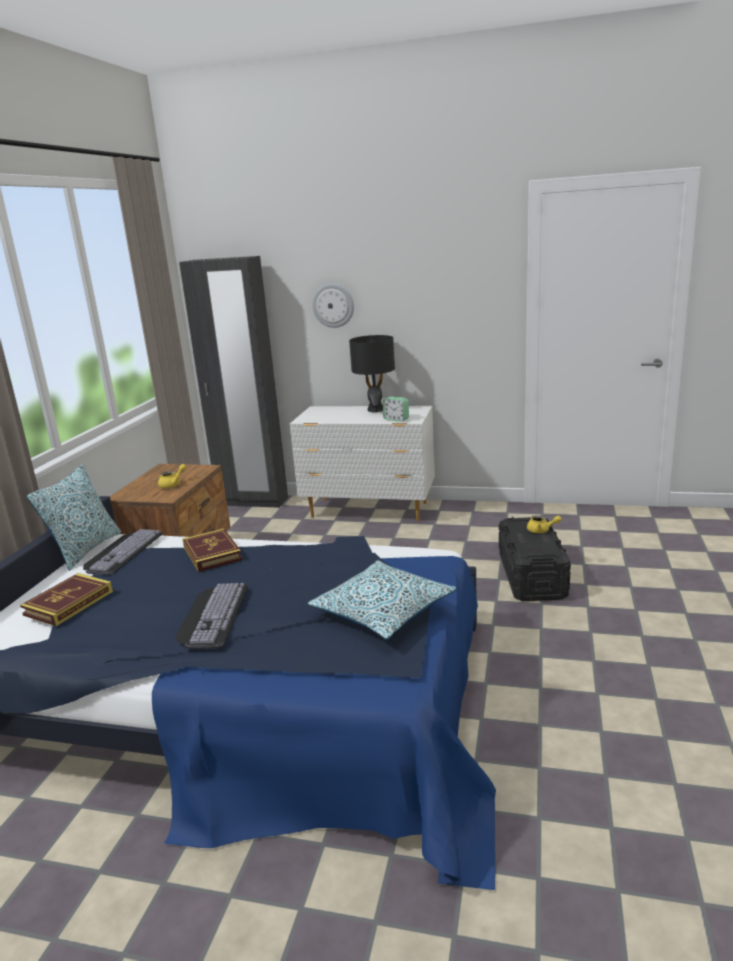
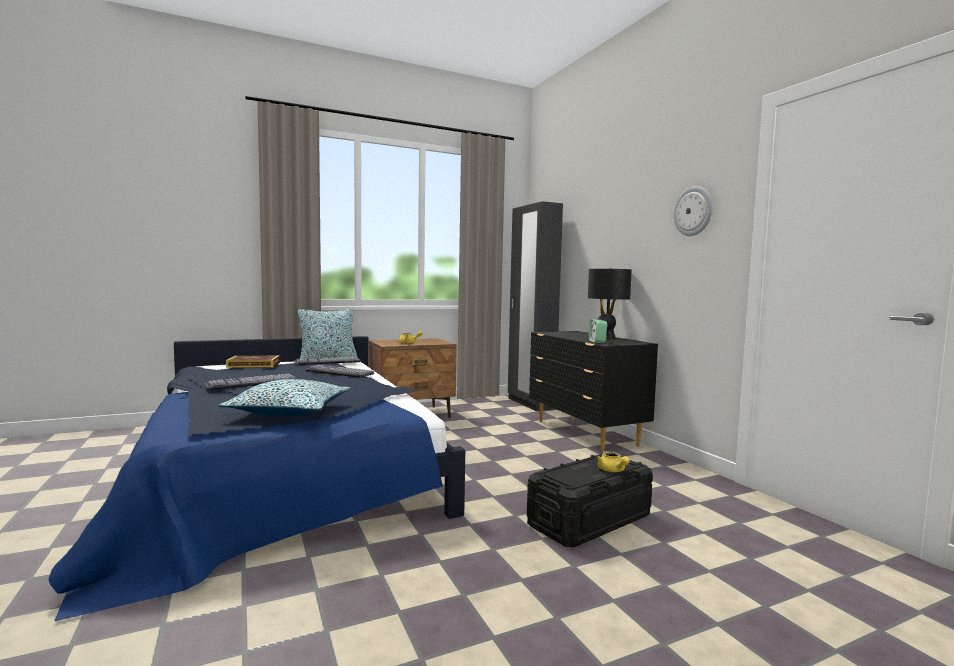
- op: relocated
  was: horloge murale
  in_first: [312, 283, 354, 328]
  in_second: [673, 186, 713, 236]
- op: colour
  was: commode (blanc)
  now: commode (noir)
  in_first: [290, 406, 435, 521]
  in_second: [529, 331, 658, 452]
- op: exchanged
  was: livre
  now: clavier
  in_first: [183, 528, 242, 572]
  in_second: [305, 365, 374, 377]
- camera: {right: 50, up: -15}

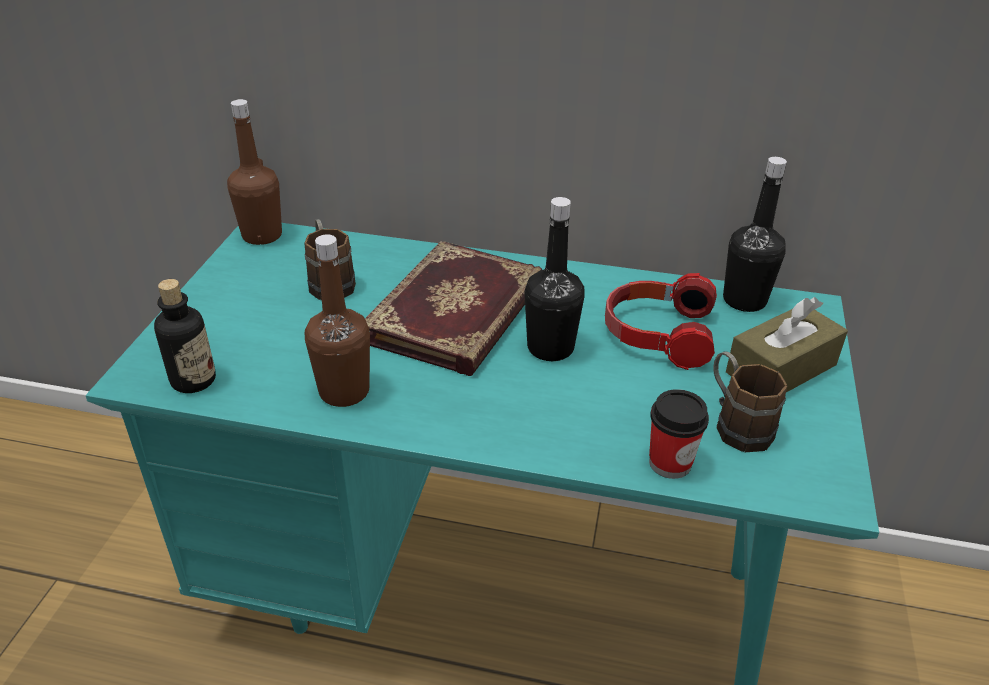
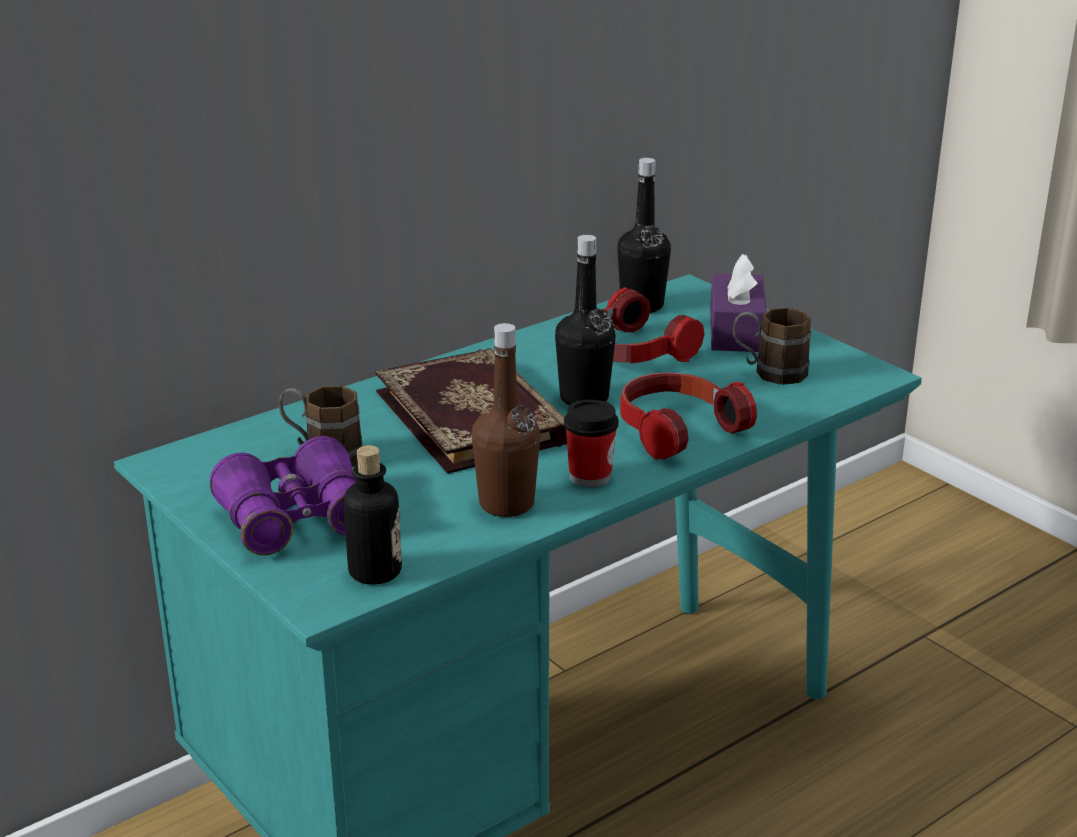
- op: missing
  was: bouteille (marron)
  in_first: [227, 99, 282, 245]
- op: colour
  was: boîte à mouchoirs (marron)
  now: boîte à mouchoirs (violet)
  in_first: [726, 297, 848, 392]
  in_second: [710, 254, 767, 352]
- op: relocated
  was: tasse
  in_first: [649, 389, 709, 479]
  in_second: [564, 400, 618, 488]
- op: appeared
  now: casque audio
  in_second: [620, 373, 757, 460]
- op: appeared
  now: jumelles (violet)
  in_second: [210, 436, 356, 555]
- camera: {right: -50, up: -10}

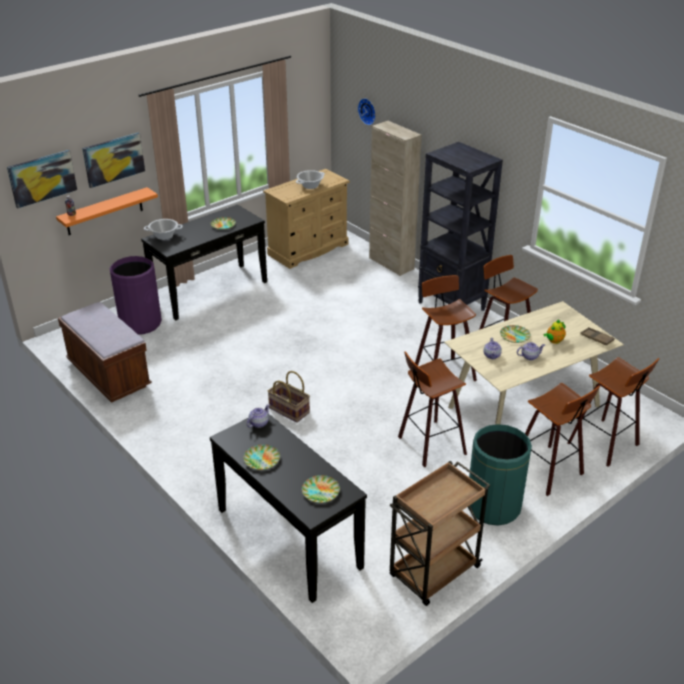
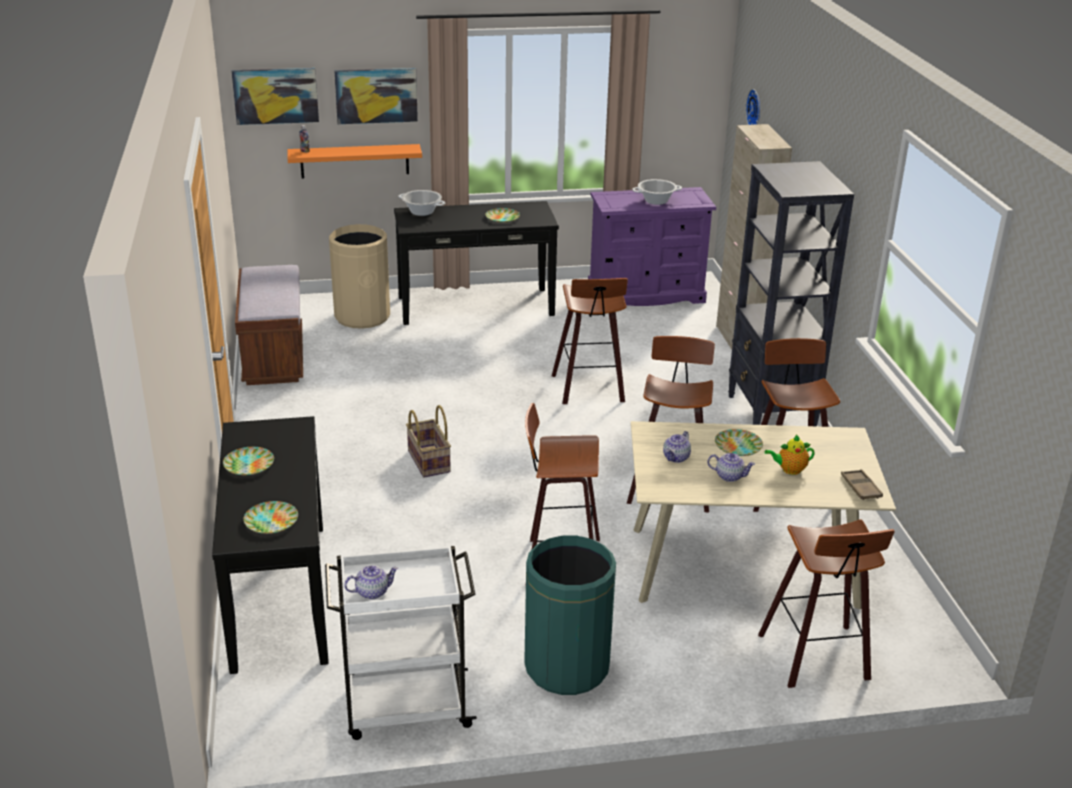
- op: colour
  was: commode (beige)
  now: commode (violet)
  in_first: [263, 169, 350, 269]
  in_second: [588, 187, 716, 306]
- op: colour
  was: poubelle (violet)
  now: poubelle (beige)
  in_first: [110, 256, 162, 335]
  in_second: [329, 224, 390, 329]
- op: relocated
  was: tabouret
  in_first: [525, 383, 600, 496]
  in_second: [552, 278, 628, 404]
- op: relocated
  was: théière
  in_first: [247, 404, 270, 428]
  in_second: [344, 565, 399, 600]
- op: colour
  was: chariot (marron)
  now: chariot (blanc)
  in_first: [389, 461, 491, 606]
  in_second: [325, 546, 477, 740]
- camera: {right: 30, up: -5}

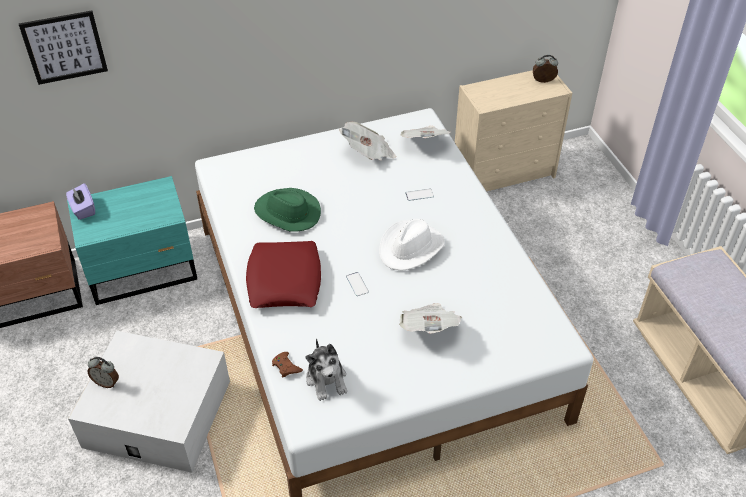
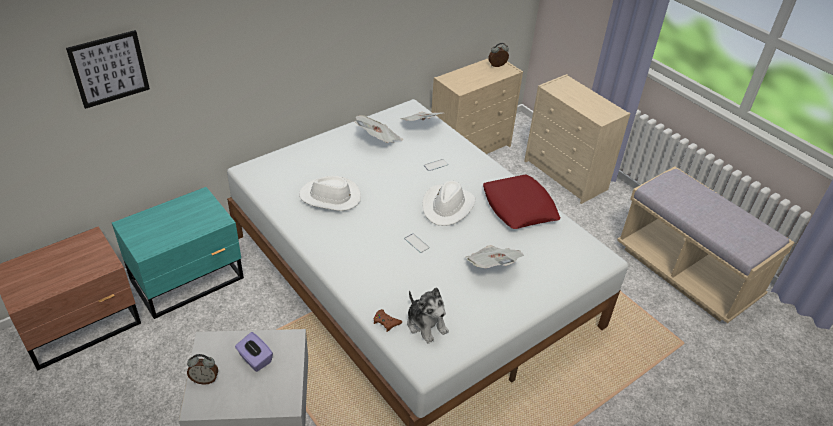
- op: relocated
  was: boîte à mouchoirs (violet)
  in_first: [66, 183, 95, 220]
  in_second: [235, 332, 273, 372]
- op: colour
  was: chapeau (vert)
  now: chapeau (blanc)
  in_first: [254, 188, 321, 232]
  in_second: [299, 176, 361, 211]
- op: relocated
  was: coussin (rouge)
  in_first: [246, 241, 321, 308]
  in_second: [483, 175, 560, 229]
- op: appeared
  now: commode (beige)
  in_second: [524, 74, 630, 204]
- camera: {right: -20, up: -5}

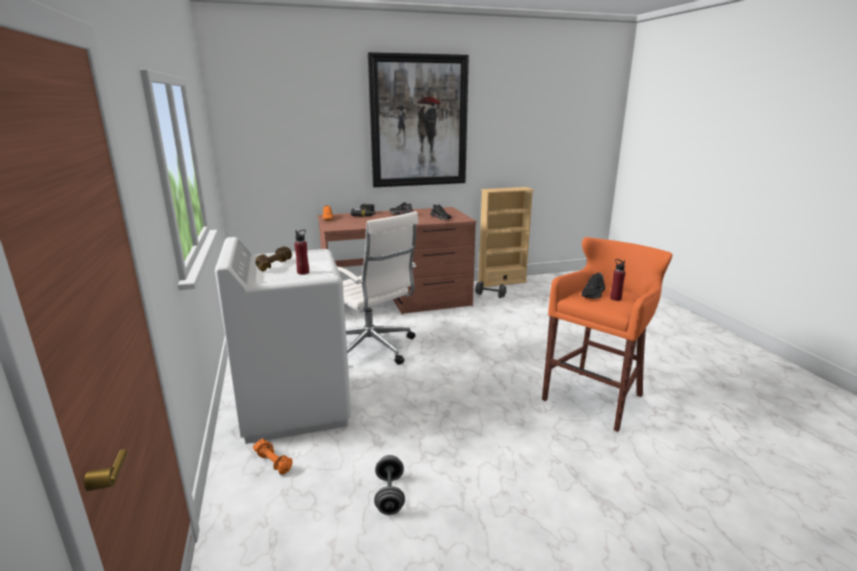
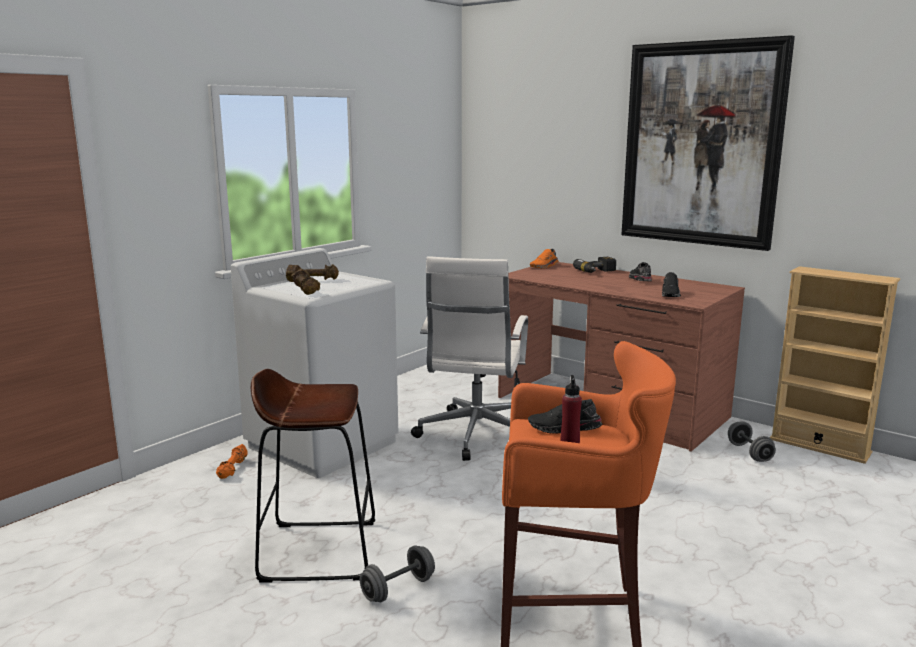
- op: exchanged
  was: bouteille (rouge)
  now: haltère (marron)
  in_first: [294, 230, 309, 275]
  in_second: [291, 269, 320, 295]
- op: relocated
  was: haltère (gris)
  in_first: [374, 455, 405, 515]
  in_second: [360, 545, 435, 602]
- op: appeared
  now: tabouret (marron)
  in_second: [251, 369, 375, 583]
- camera: {right: 55, up: -5}

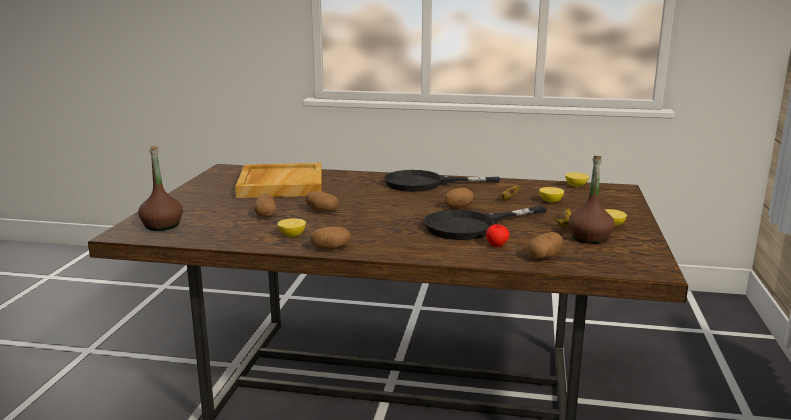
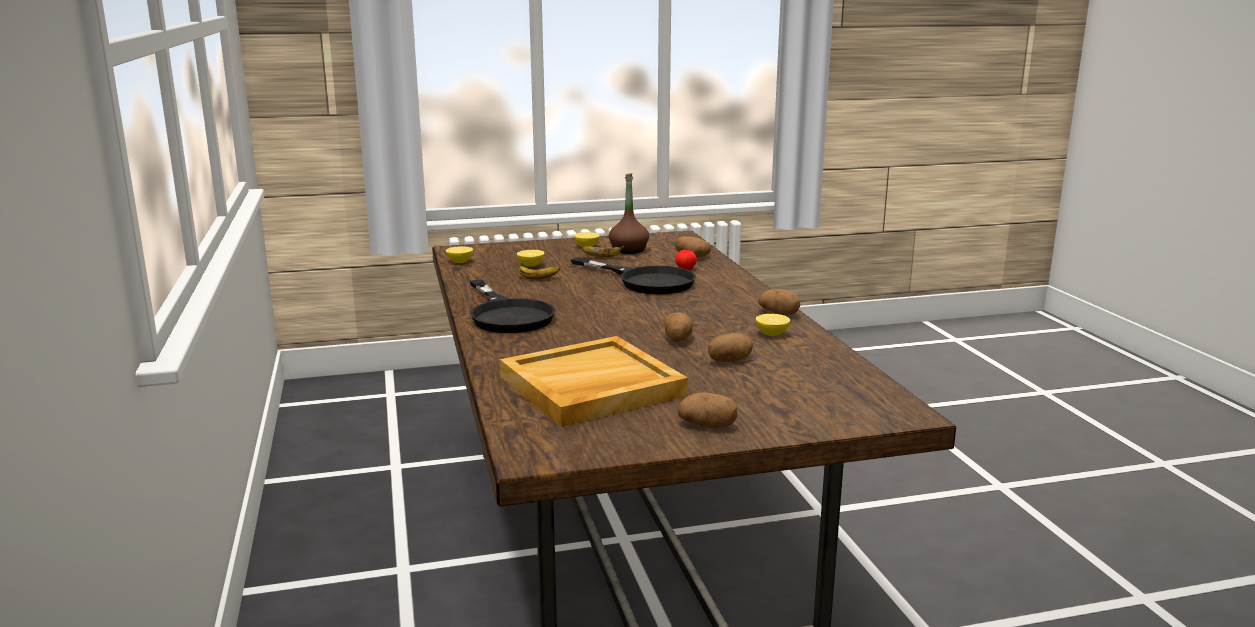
- op: missing
  was: bouteille (marron)
  in_first: [138, 146, 183, 231]
- op: relocated
  was: pomme de terre
  in_first: [445, 188, 474, 208]
  in_second: [677, 392, 737, 428]
- camera: {right: -115, up: 0}

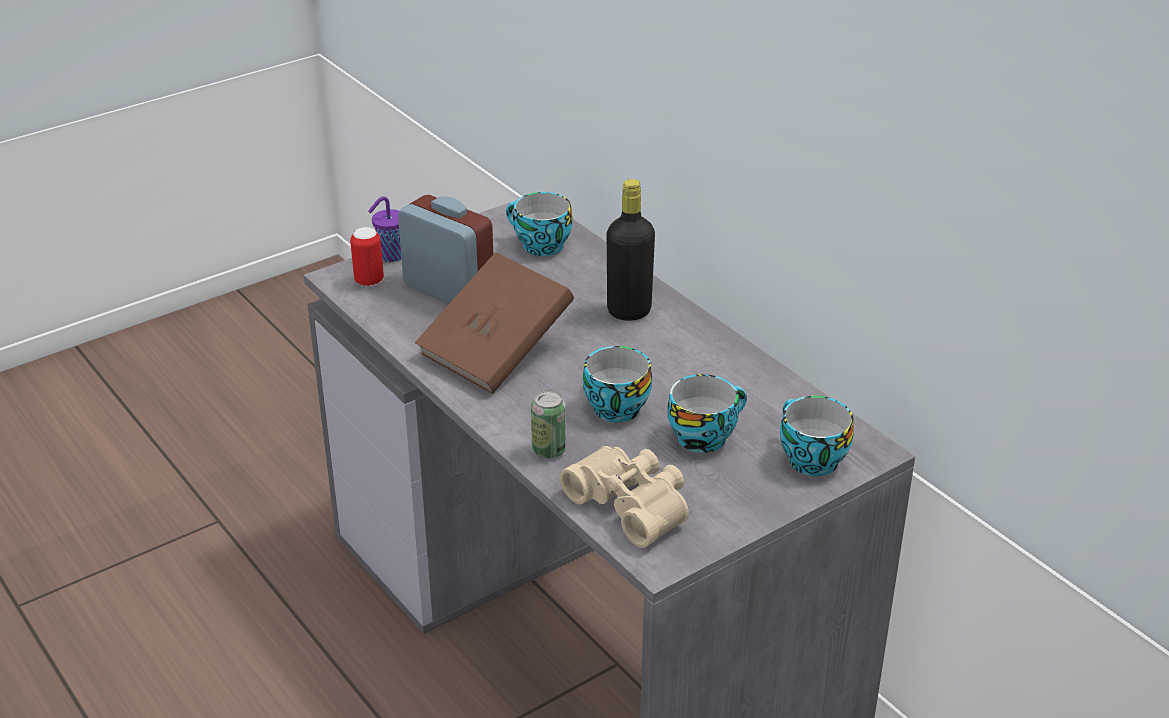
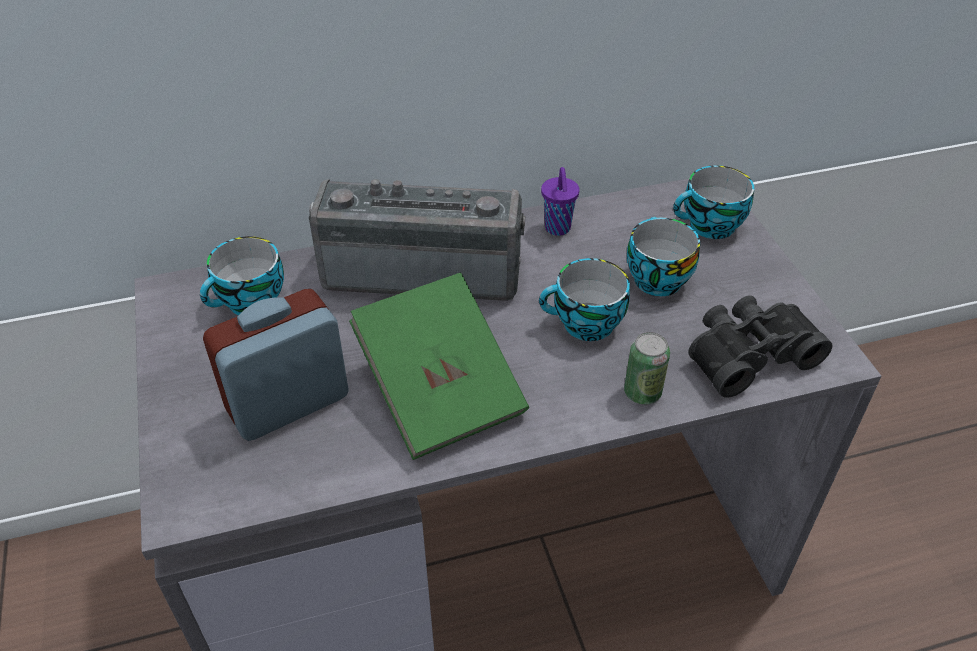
- op: exchanged
  was: bouteille (noir)
  now: radio
  in_first: [607, 179, 655, 321]
  in_second: [309, 179, 525, 301]
- op: relocated
  was: tasse (violet)
  in_first: [368, 196, 401, 262]
  in_second: [541, 167, 580, 236]
- op: missing
  was: boîte métallique
  in_first: [350, 227, 384, 287]
- op: colour
  was: livre (marron)
  now: livre (vert)
  in_first: [415, 252, 574, 394]
  in_second: [349, 273, 529, 460]
- op: colour
  was: jumelles (beige)
  now: jumelles (noir)
  in_first: [560, 446, 689, 548]
  in_second: [688, 296, 832, 398]
- camera: {right: -70, up: 10}

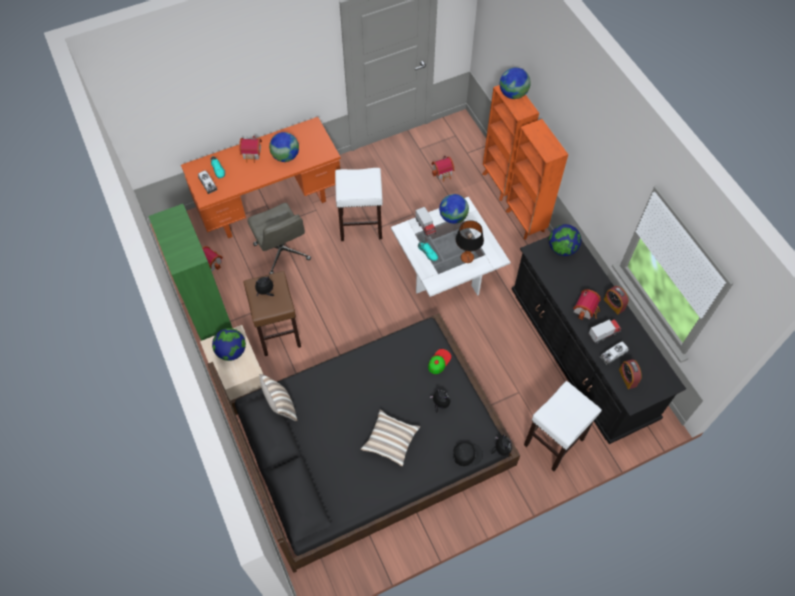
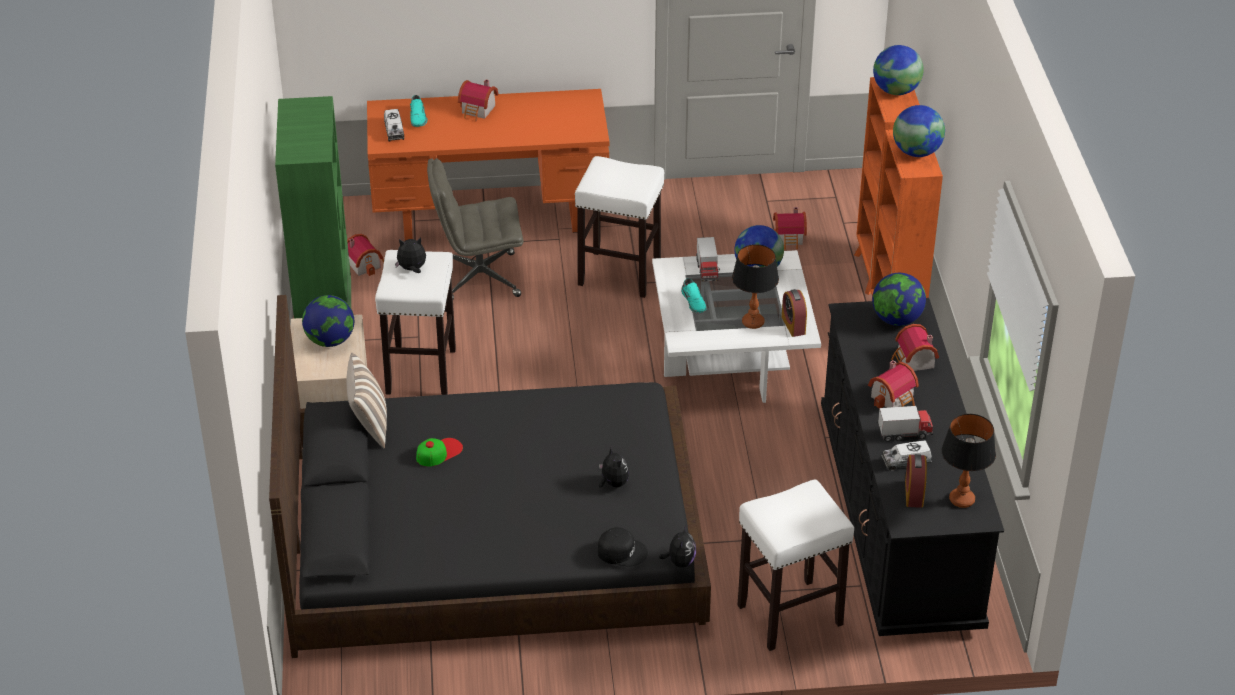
- op: relocated
  was: globe
  in_first: [269, 132, 299, 162]
  in_second: [893, 105, 945, 157]
- op: spun
  was: chaise de bureau (gris)
  in_first: [248, 203, 311, 274]
  in_second: [427, 158, 524, 299]
  clockwise: 90
- op: colour
  was: tabouret (marron)
  now: tabouret (blanc)
  in_first: [243, 271, 301, 356]
  in_second: [375, 250, 456, 395]
- op: relocated
  was: réveil
  in_first: [604, 286, 629, 315]
  in_second: [782, 289, 807, 337]
- op: relocated
  was: casquette
  in_first: [428, 349, 451, 374]
  in_second: [416, 438, 463, 467]
- op: missing
  was: coussin
  in_first: [360, 409, 420, 466]
- op: appeared
  now: maison miniature
  in_second: [891, 324, 939, 371]
- op: appeared
  now: lampe de table
  in_second: [941, 414, 996, 508]
- camera: {right: 20, up: -20}

